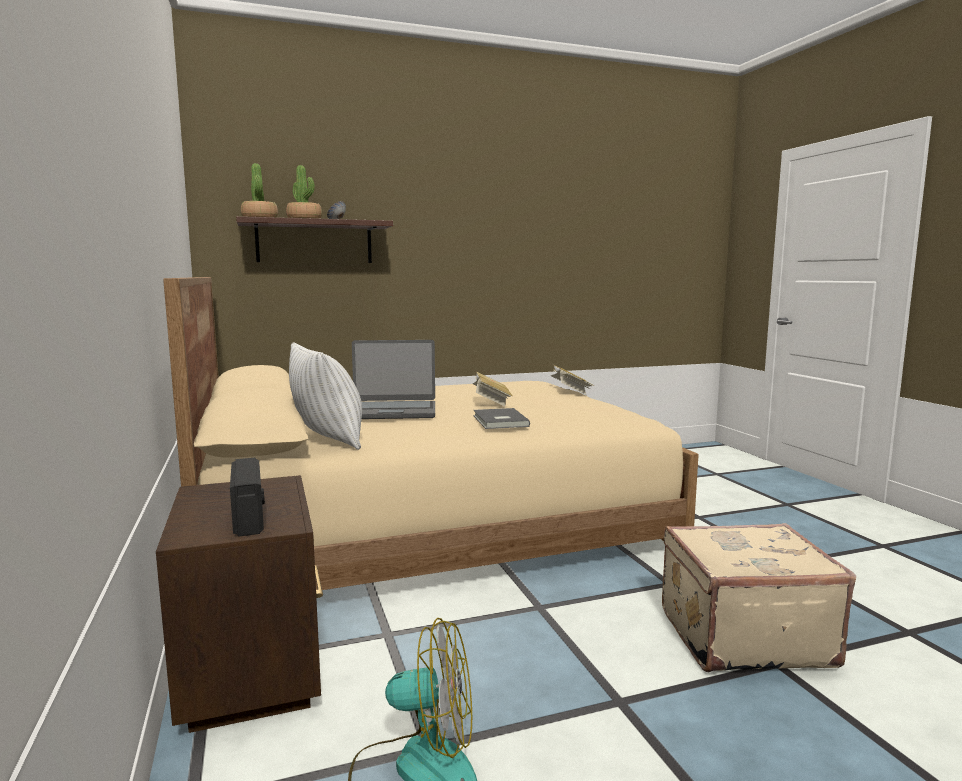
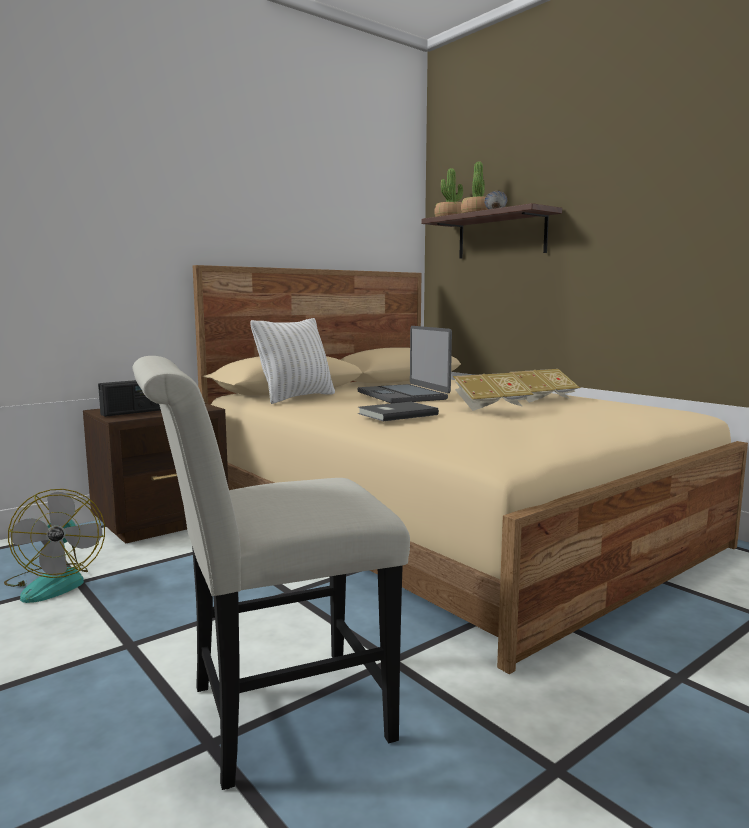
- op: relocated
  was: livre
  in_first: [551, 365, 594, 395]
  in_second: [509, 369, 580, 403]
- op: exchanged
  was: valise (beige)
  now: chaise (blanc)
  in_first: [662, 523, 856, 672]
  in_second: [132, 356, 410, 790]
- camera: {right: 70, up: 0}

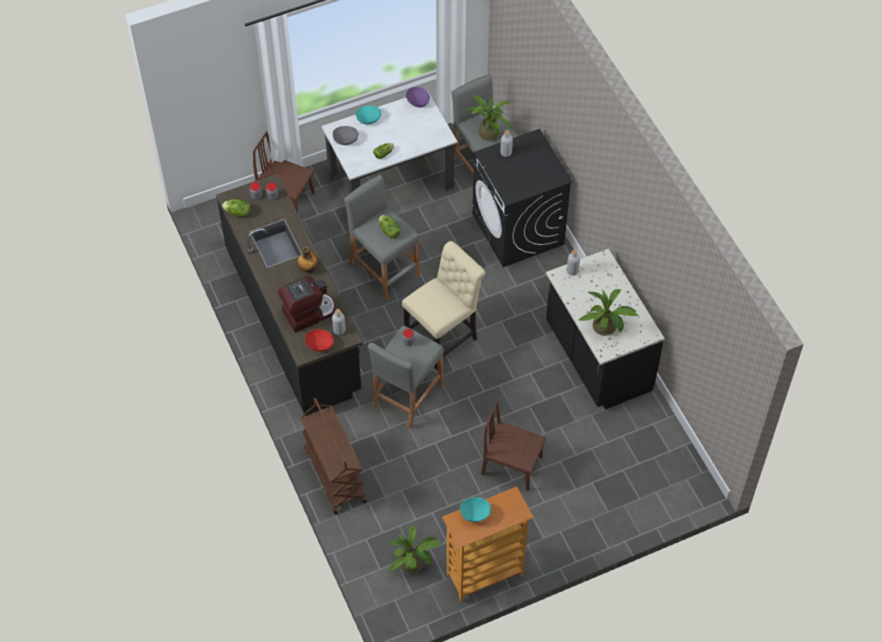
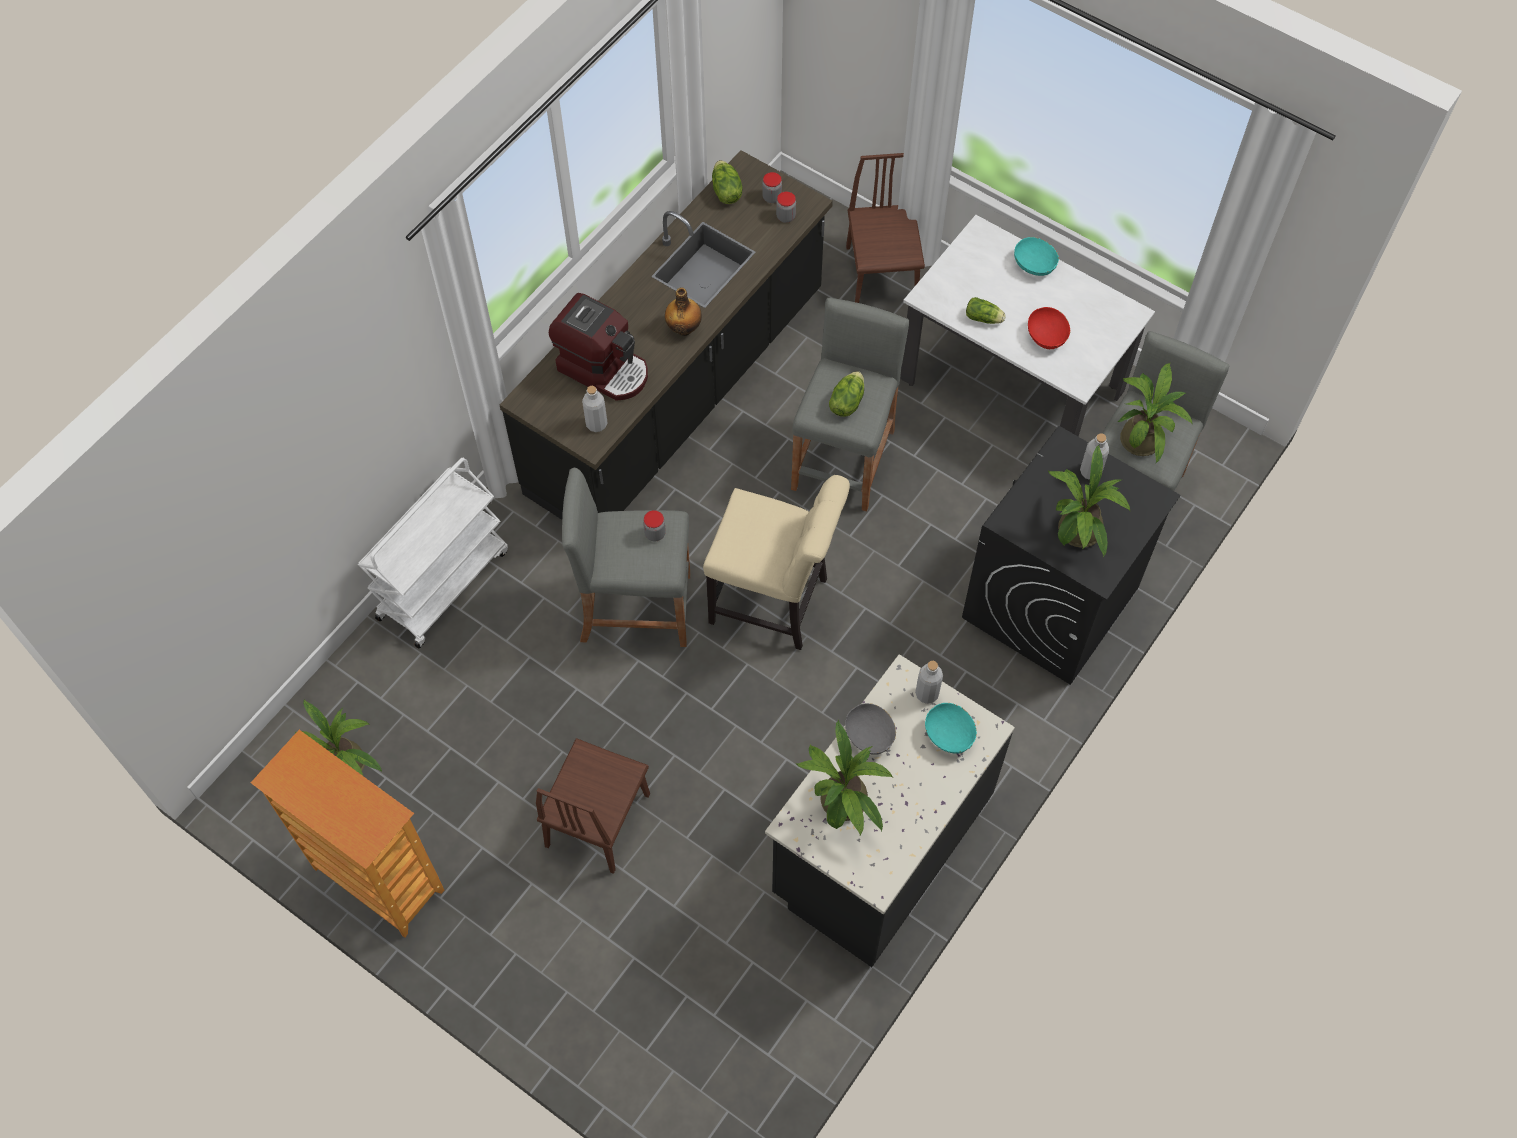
- op: missing
  was: bol (violet)
  in_first: [406, 87, 430, 107]
- op: relocated
  was: bol (gris)
  in_first: [333, 126, 359, 145]
  in_second: [845, 703, 896, 755]
- op: relocated
  was: bol (rouge)
  in_first: [305, 329, 334, 351]
  in_second: [1028, 307, 1070, 349]
- op: colour
  was: chariot (marron)
  now: chariot (blanc)
  in_first: [300, 398, 366, 515]
  in_second: [358, 458, 508, 648]
- op: spun
  was: chaise (marron)
  in_first: [481, 401, 546, 491]
  in_second: [536, 738, 650, 874]
  clockwise: -150
- op: relocated
  was: bol (turquoise)
  in_first: [460, 497, 491, 522]
  in_second: [925, 703, 977, 754]
- op: appeared
  now: plante en pot
  in_second: [1048, 444, 1131, 557]
- camera: {right: 60, up: 5}

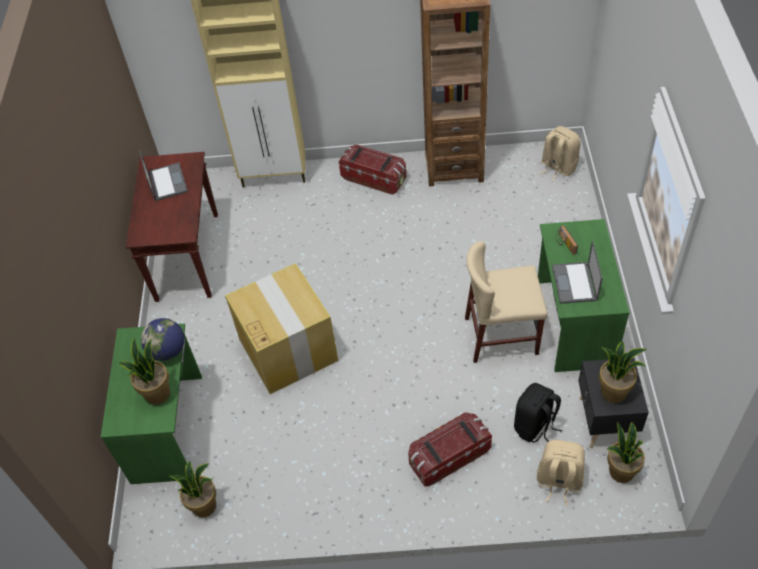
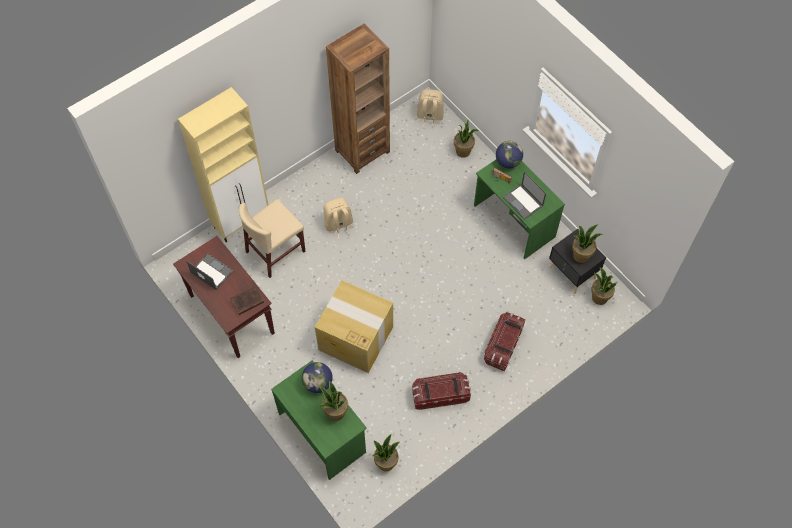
- op: relocated
  was: boîte de rangement
  in_first: [339, 145, 406, 195]
  in_second: [412, 372, 471, 410]
- op: relocated
  was: chaise (beige)
  in_first: [465, 241, 547, 363]
  in_second: [239, 199, 305, 278]
- op: missing
  was: sac à dos (noir)
  in_first: [514, 383, 562, 443]
- op: relocated
  was: sac à dos (beige)
  in_first: [537, 440, 585, 506]
  in_second: [323, 198, 353, 240]
- op: appeared
  now: plante en pot
  in_second: [454, 120, 479, 158]
- op: appeared
  now: globe
  in_second: [496, 141, 523, 168]
- op: appeared
  now: livre (marron)
  in_second: [230, 286, 264, 315]
- camera: {right: -40, up: 10}

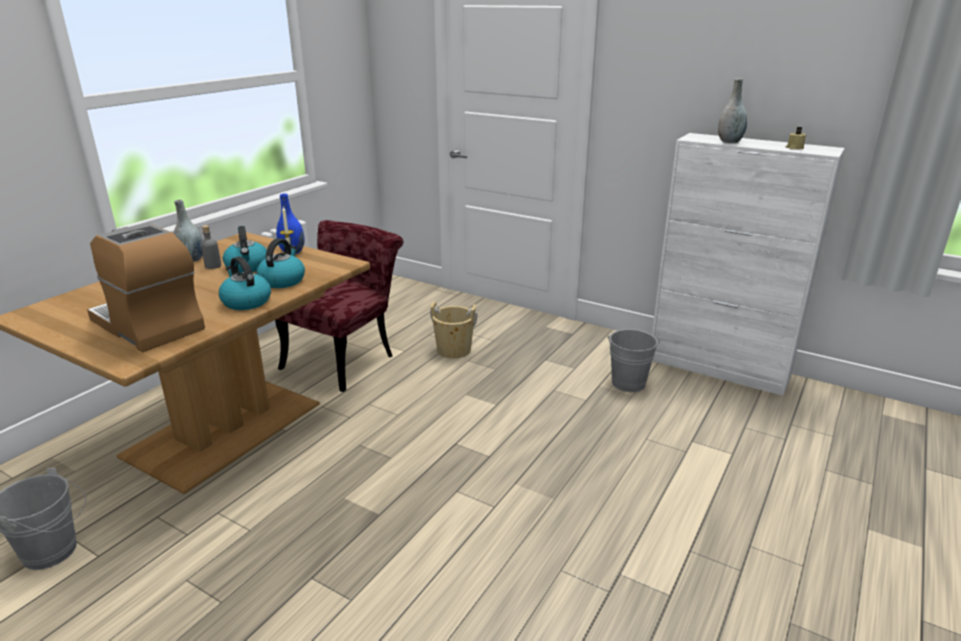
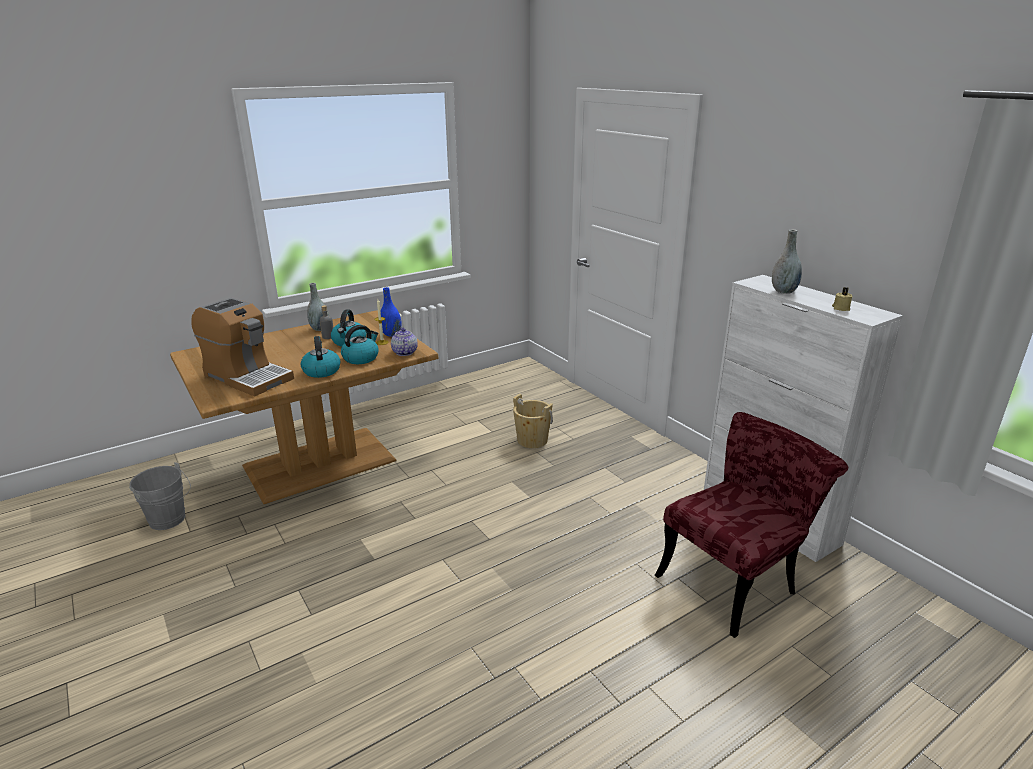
- op: relocated
  was: chaise (rouge)
  in_first: [275, 220, 404, 392]
  in_second: [655, 412, 848, 638]
- op: spun
  was: machine à café
  in_first: [87, 223, 205, 352]
  in_second: [191, 298, 294, 396]
  clockwise: 150
- op: missing
  was: seau (gris)
  in_first: [607, 329, 660, 392]
- op: appeared
  now: théière
  in_second: [391, 327, 418, 356]
- camera: {right: 25, up: 0}

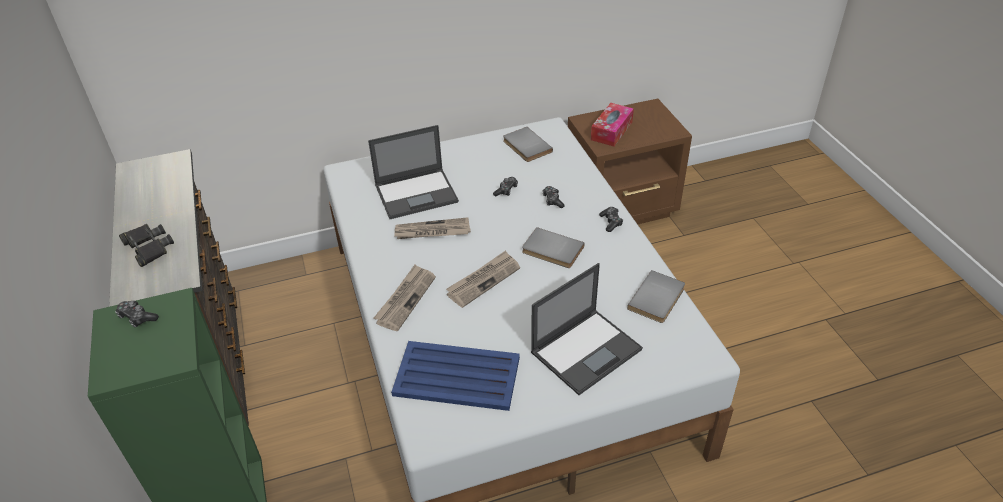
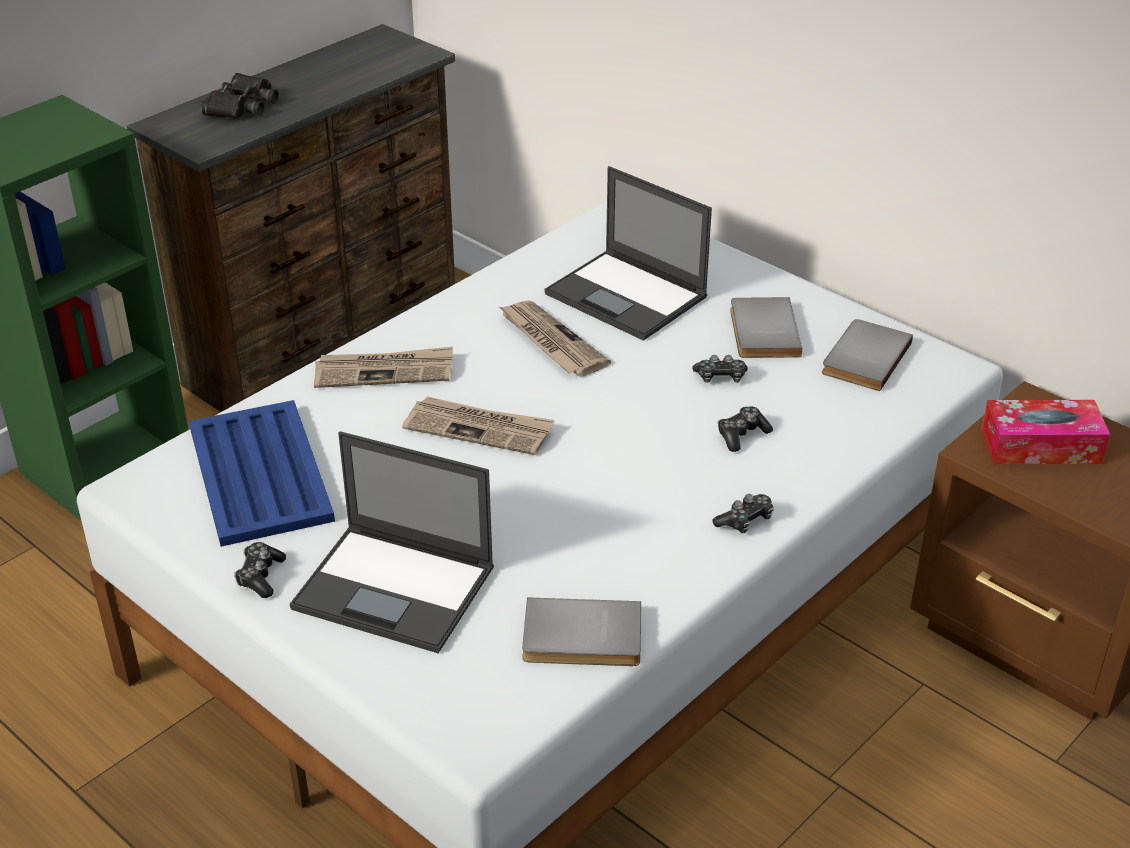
- op: relocated
  was: livre (gris)
  in_first: [522, 227, 585, 268]
  in_second: [730, 297, 802, 358]
- op: relocated
  was: manette
  in_first: [115, 301, 159, 327]
  in_second: [234, 542, 286, 598]
- camera: {right: 60, up: -5}

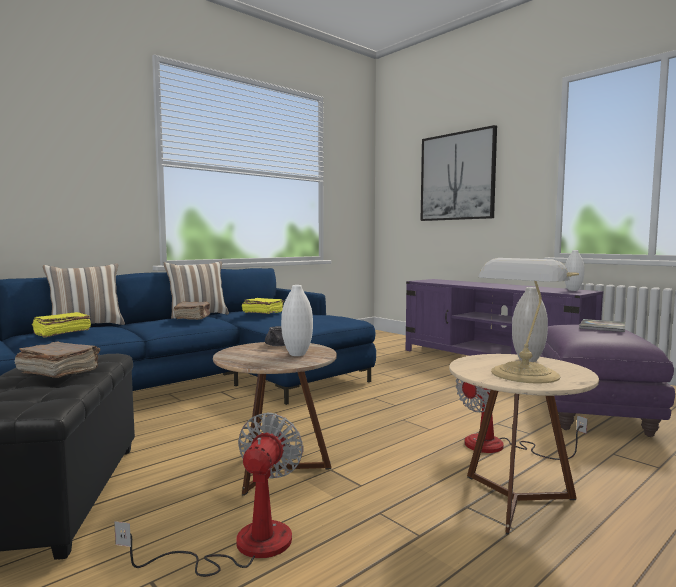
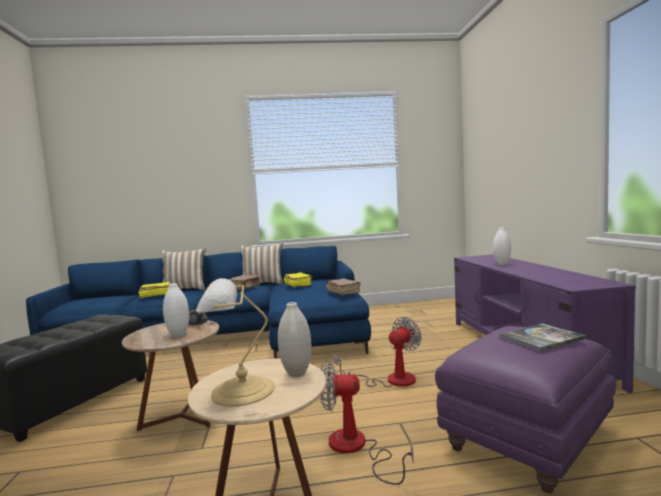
- op: missing
  was: tableau
  in_first: [421, 125, 497, 221]
- op: relocated
  was: vase (blanc)
  in_first: [565, 250, 584, 291]
  in_second: [493, 228, 511, 265]
- op: relocated
  was: livre (marron)
  in_first: [14, 341, 100, 378]
  in_second: [326, 278, 361, 295]
- op: relocated
  was: ventilateur
  in_first: [114, 413, 303, 577]
  in_second: [333, 317, 422, 387]
- camera: {right: 35, up: 0}

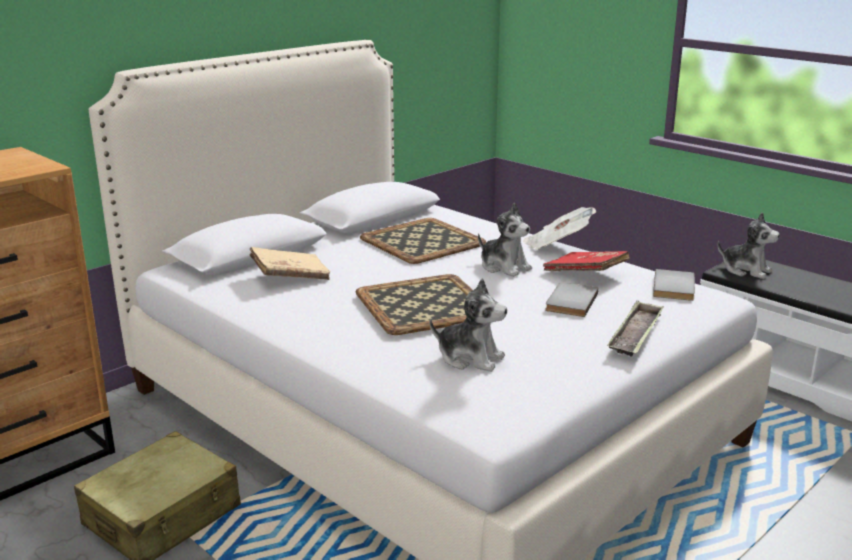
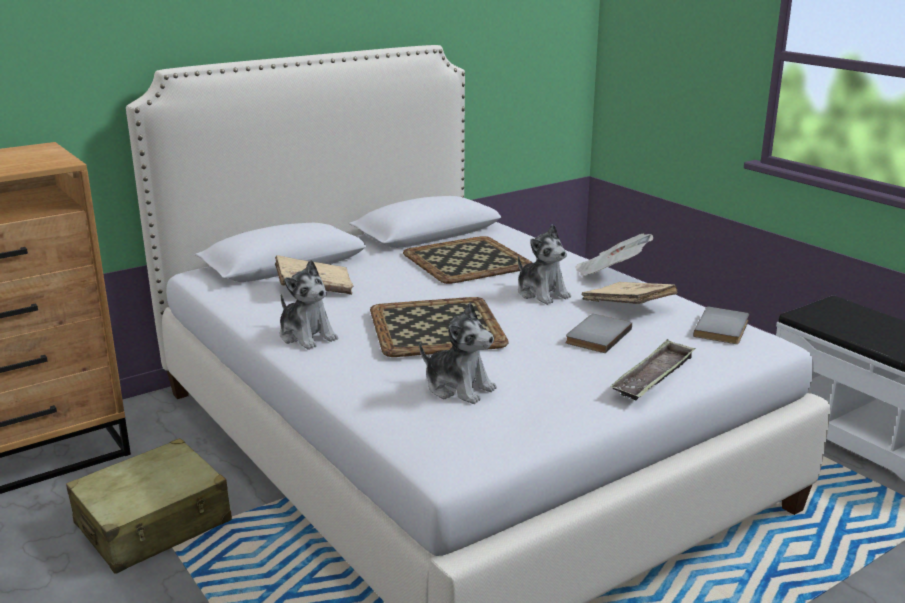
- op: relocated
  was: peluche
  in_first: [717, 212, 780, 279]
  in_second: [280, 260, 338, 350]
- op: colour
  was: livre (rouge)
  now: livre (beige)
  in_first: [543, 251, 630, 271]
  in_second: [582, 282, 677, 304]
- camera: {right: 10, up: 0}

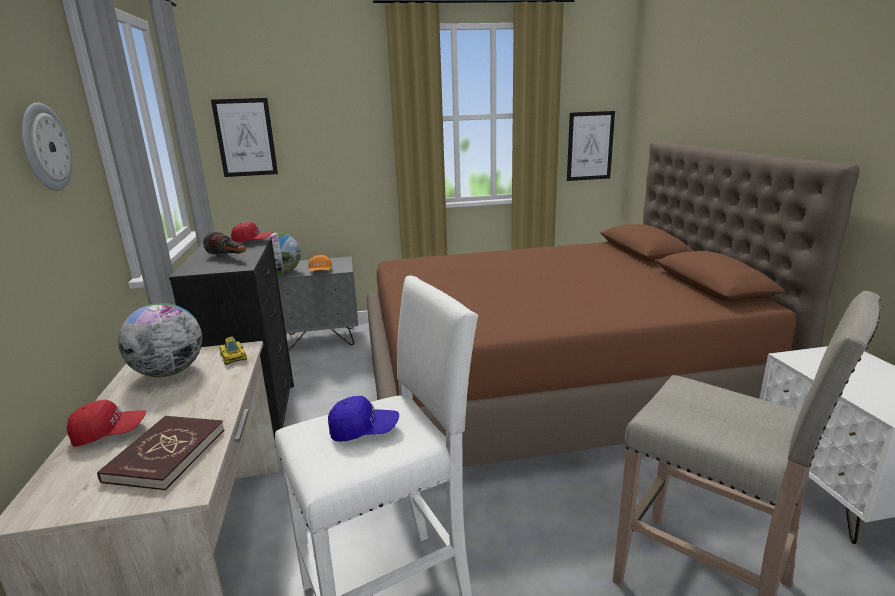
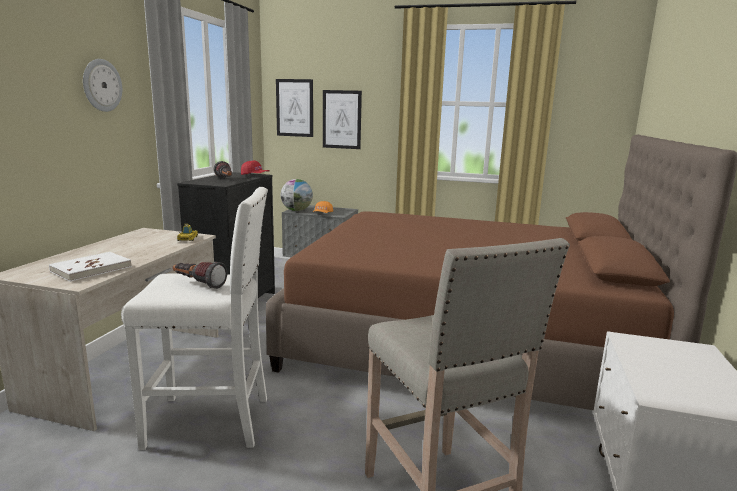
- op: relocated
  was: tableau
  in_first: [567, 111, 615, 181]
  in_second: [323, 90, 362, 149]
- op: missing
  was: globe
  in_first: [118, 303, 202, 377]
- op: exchanged
  was: casquette (bleu)
  now: lampe de poche
  in_first: [328, 396, 399, 442]
  in_second: [173, 262, 227, 289]
- op: missing
  was: casquette (rouge)
  in_first: [67, 400, 146, 446]
- op: colour
  was: livre (rouge)
  now: livre (blanc)
  in_first: [97, 416, 224, 490]
  in_second: [49, 252, 132, 281]
- camera: {right: 25, up: -5}

